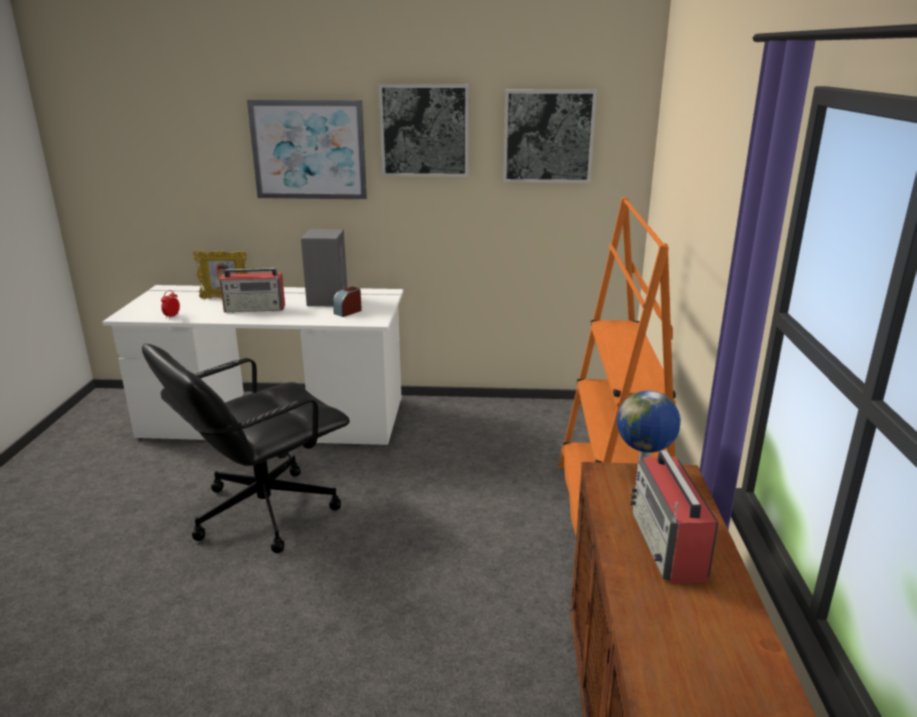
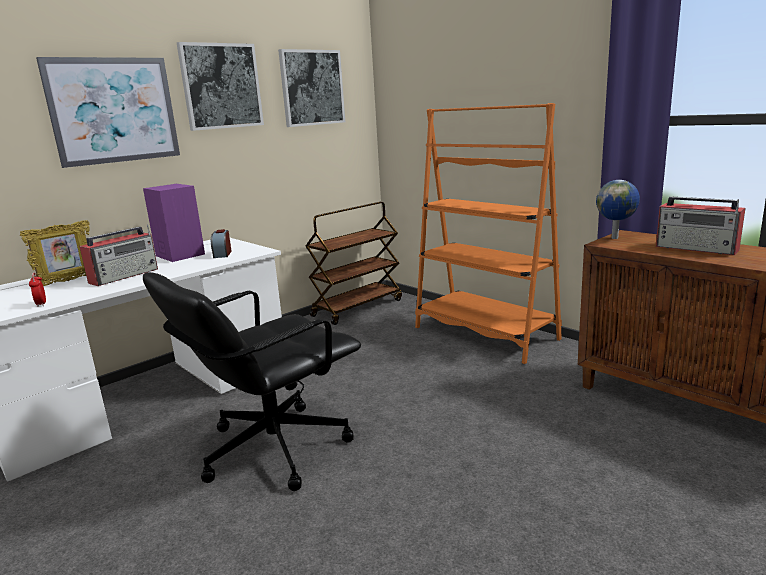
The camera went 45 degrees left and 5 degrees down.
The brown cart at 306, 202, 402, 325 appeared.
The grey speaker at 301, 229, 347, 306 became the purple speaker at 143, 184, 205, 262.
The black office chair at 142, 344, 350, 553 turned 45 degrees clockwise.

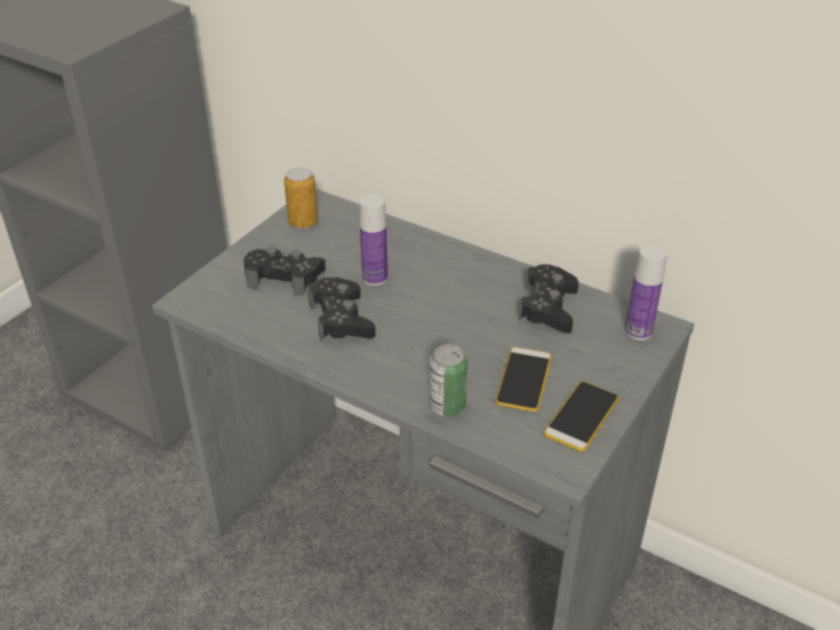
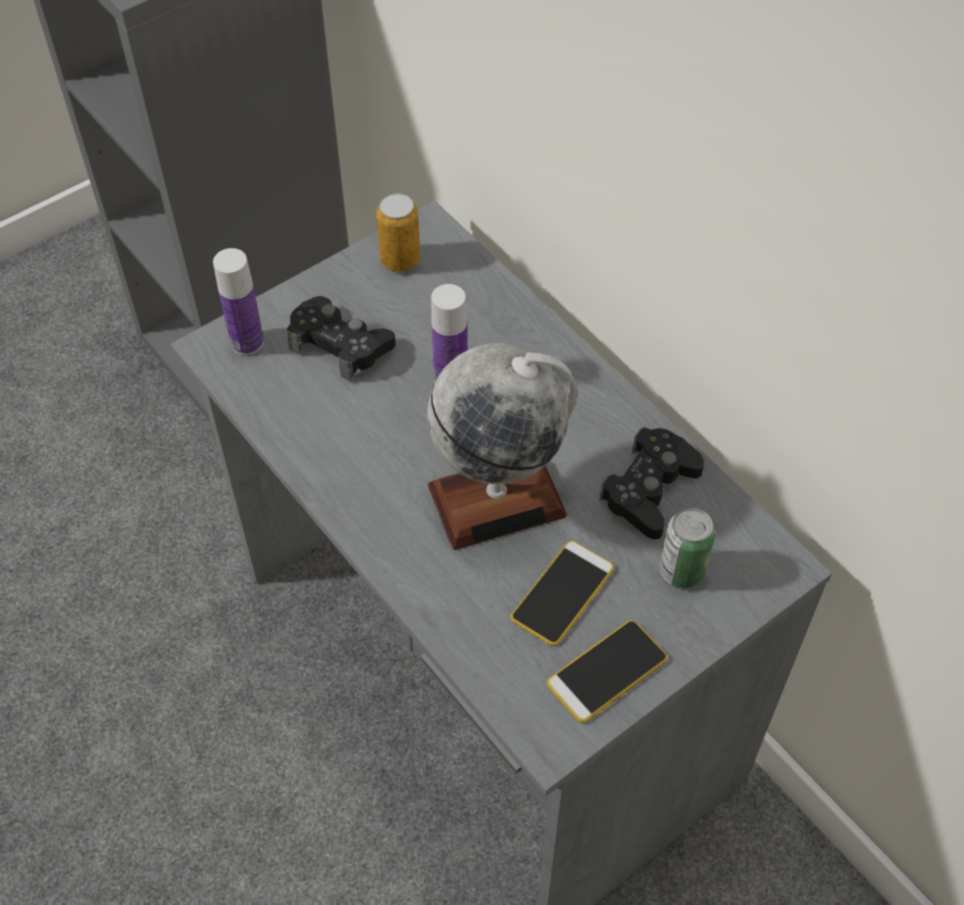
The camera went 20 degrees right and 15 degrees up.
The black game controller at 308, 277, 375, 341 disappeared.
The globe at 427, 343, 578, 550 appeared.
The can moved from 429, 344, 468, 416 to 660, 507, 716, 588.
The bottle moved from 625, 244, 667, 340 to 213, 248, 264, 355.

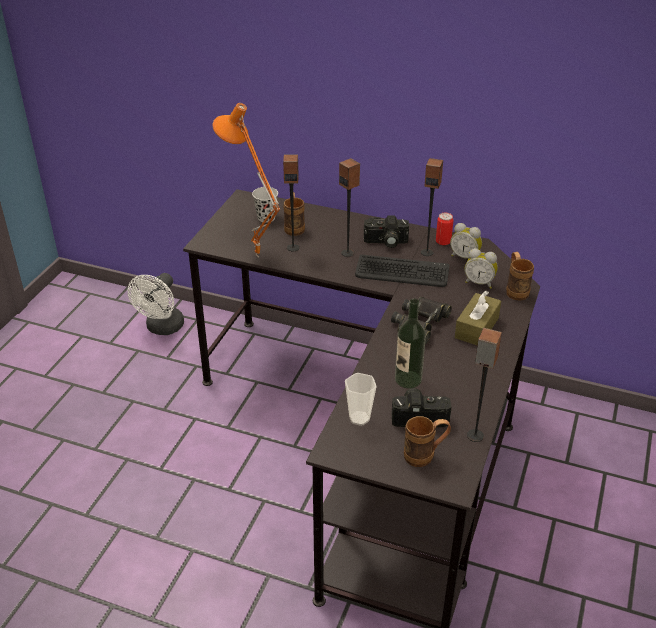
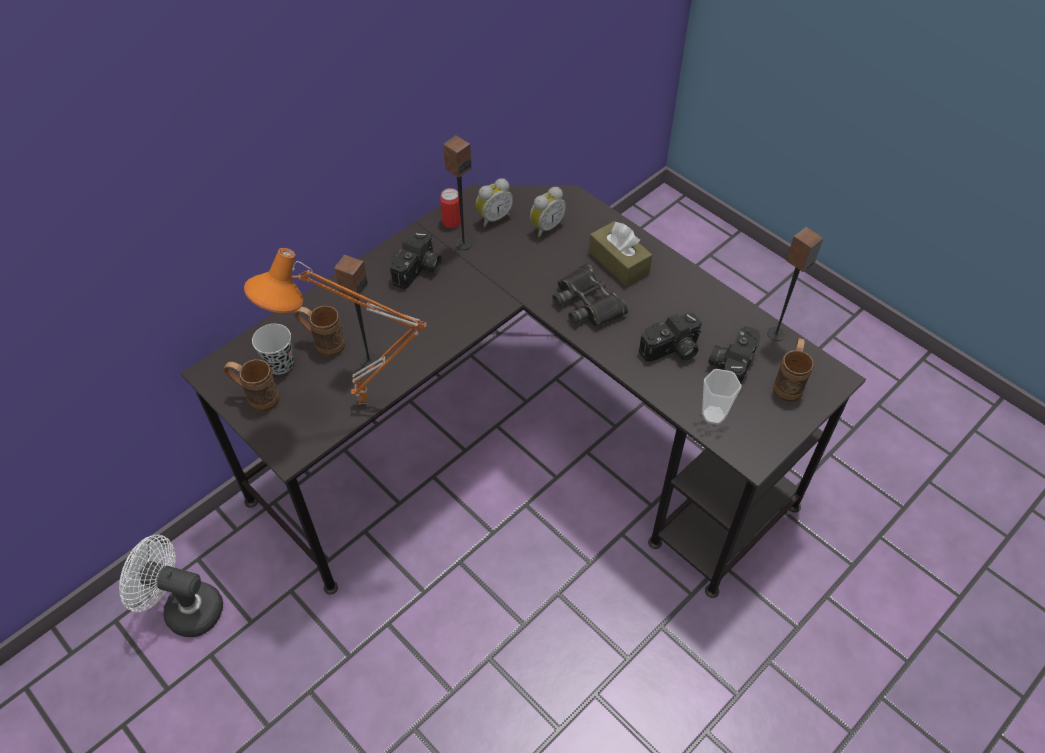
The camera went 65 degrees left and 15 degrees up.
The speaker at 339, 158, 360, 257 disappeared.
The keyboard at 355, 255, 449, 287 disappeared.
The brown mug moved from 506, 252, 534, 300 to 224, 359, 280, 412.
The bottle at 395, 298, 426, 388 was replaced by the photo camera at 639, 313, 702, 362.
The white fan at 128, 273, 184, 335 turned 150 degrees clockwise.

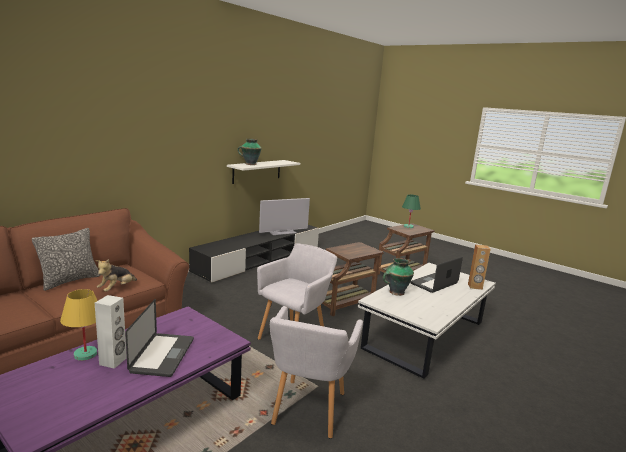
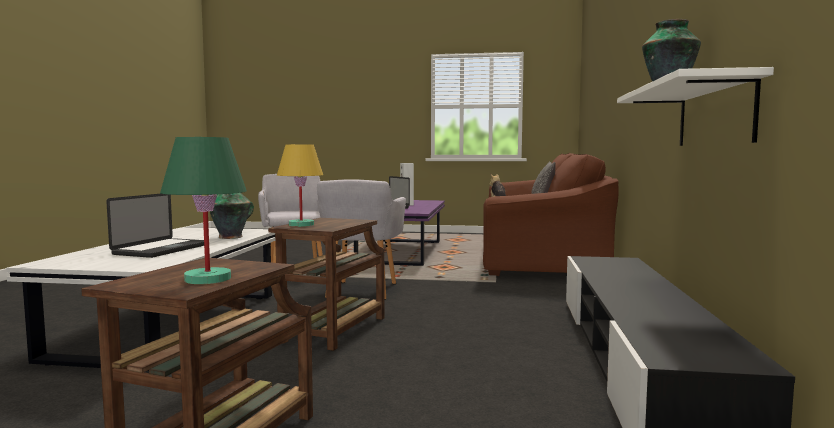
The camera went 150 degrees right and 10 degrees down.
The television at 259, 198, 310, 235 disappeared.
The brown speaker at 468, 244, 491, 290 disappeared.
The yellow table lamp moved from 60, 289, 98, 361 to 277, 144, 323, 227.

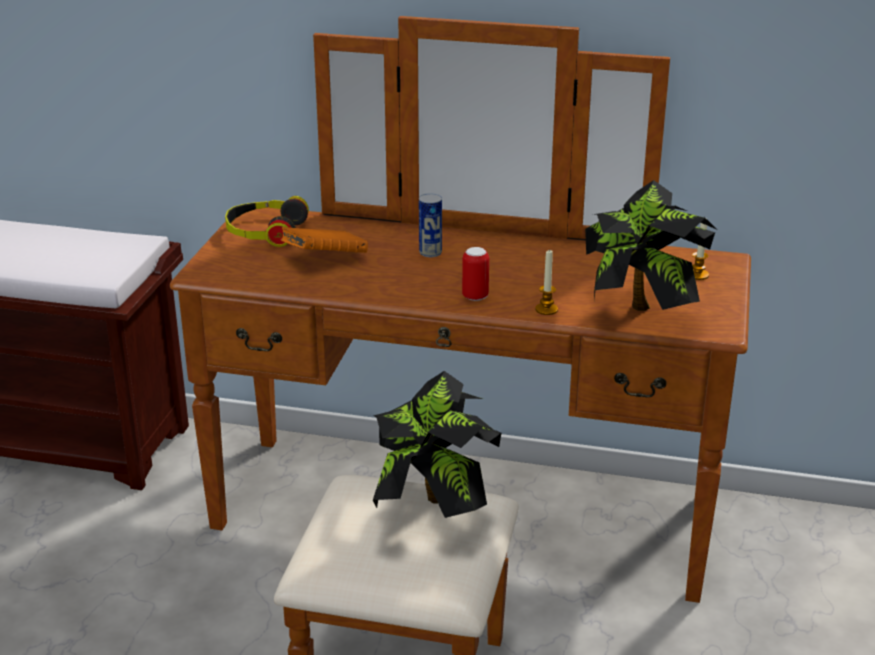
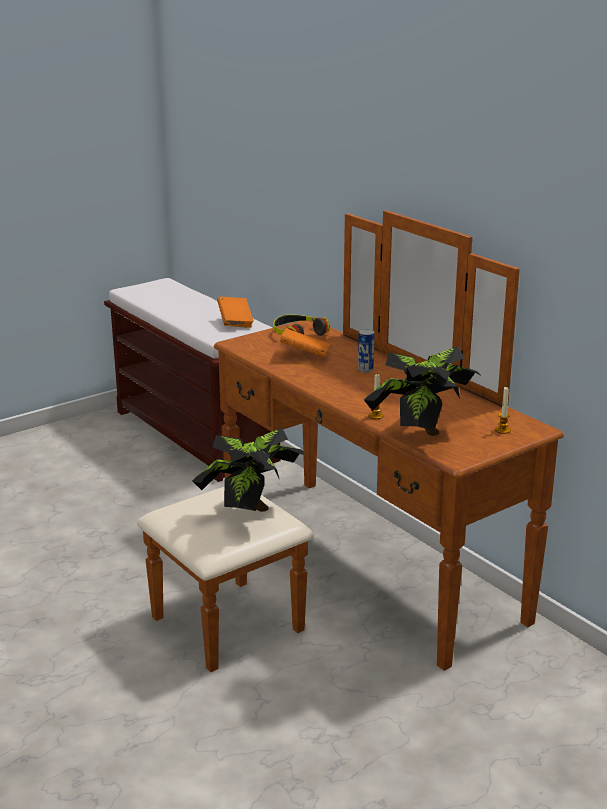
The camera went 40 degrees right and 5 degrees down.
The can at 462, 247, 489, 301 disappeared.
The orange book at 217, 297, 254, 328 appeared.

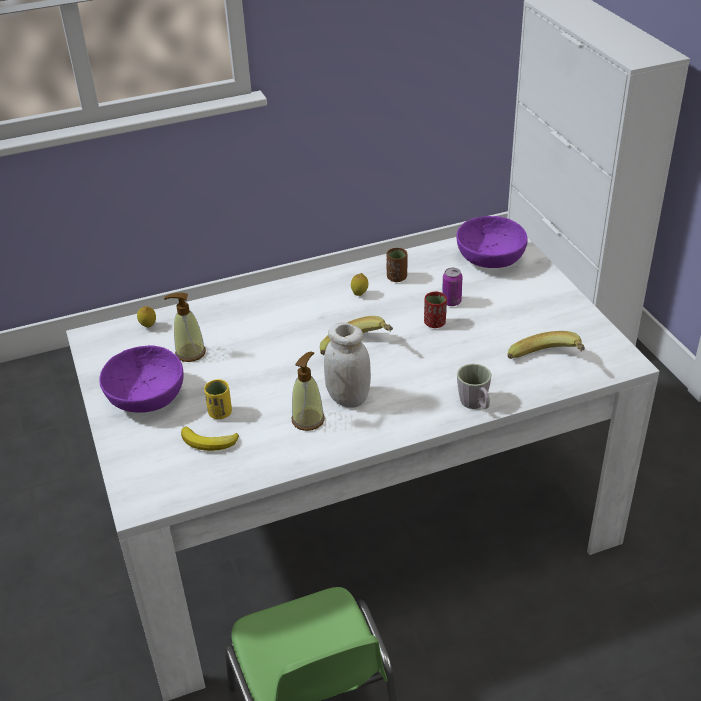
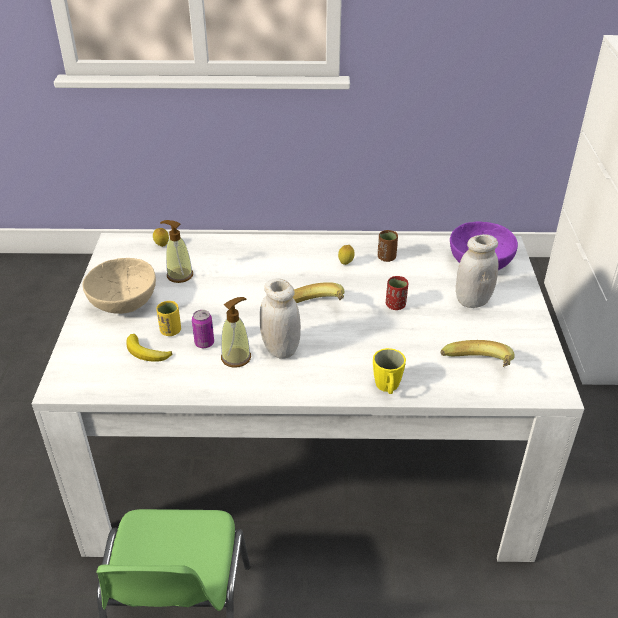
The camera went 20 degrees right and 0 degrees up.
The white jar at 456, 234, 499, 308 appeared.
The can moved from 442, 268, 462, 306 to 192, 310, 214, 348.
The purple bowl at 100, 345, 184, 413 became the beige bowl at 83, 258, 156, 314.
The grey mug at 457, 364, 492, 409 became the yellow mug at 373, 348, 406, 394.

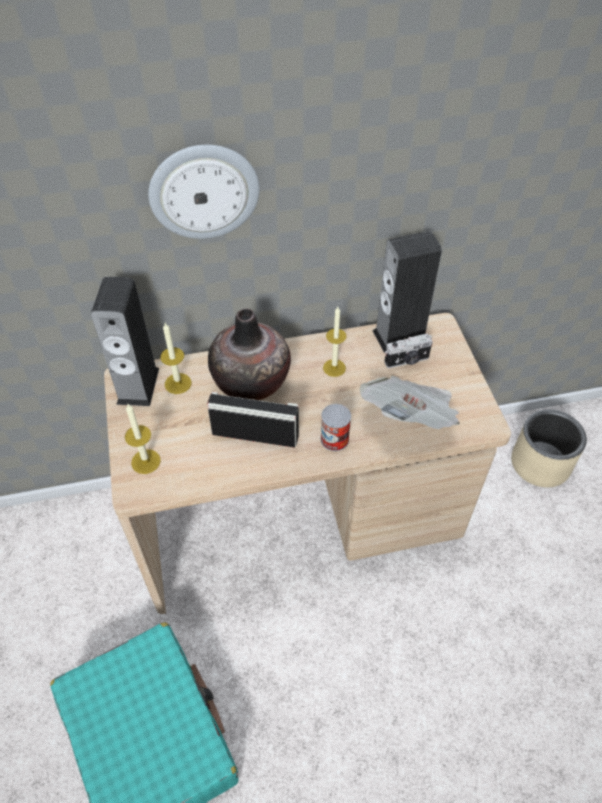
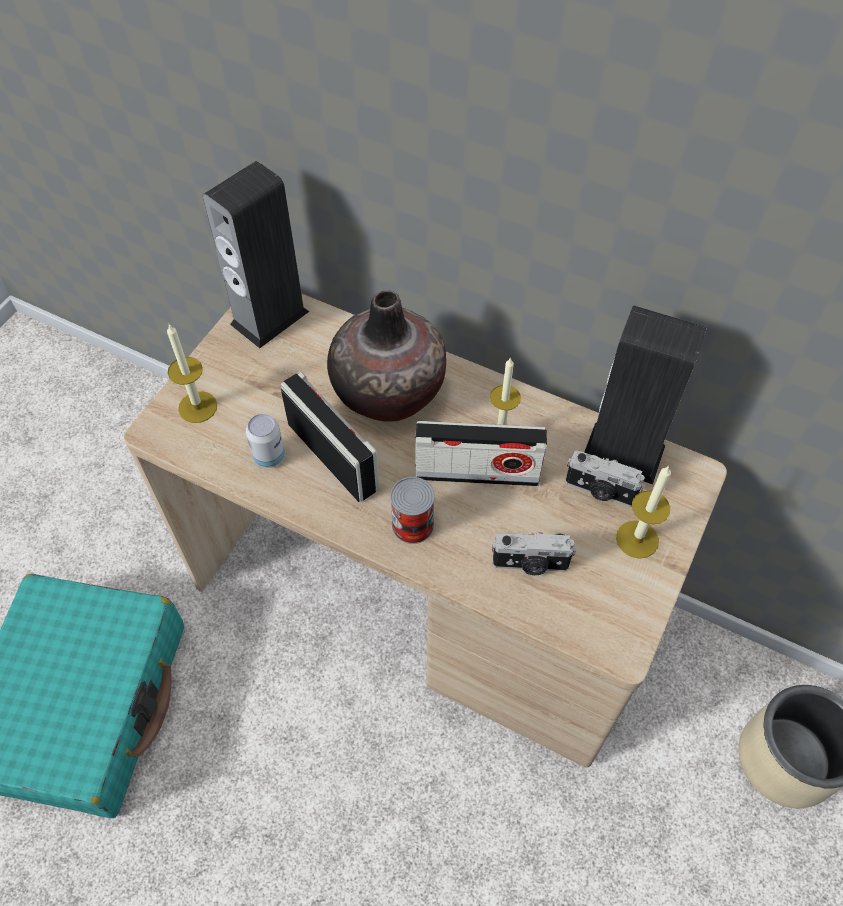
The camera went 40 degrees right and 5 degrees up.
The wall clock at 148, 145, 260, 239 disappeared.
The can at 246, 414, 285, 468 appeared.
The radio at 415, 421, 547, 486 appeared.
The candle moved from 160, 323, 191, 394 to 616, 465, 671, 559.
The newspaper at 359, 376, 460, 429 was replaced by the photo camera at 492, 532, 576, 575.

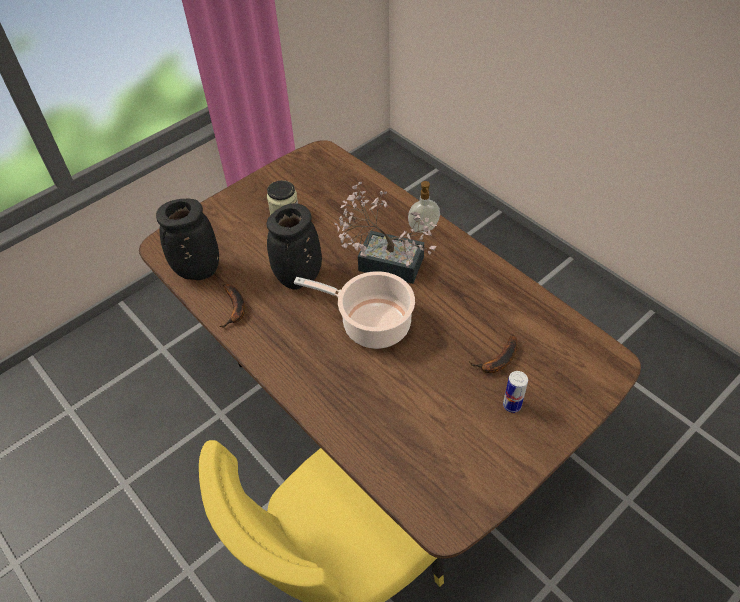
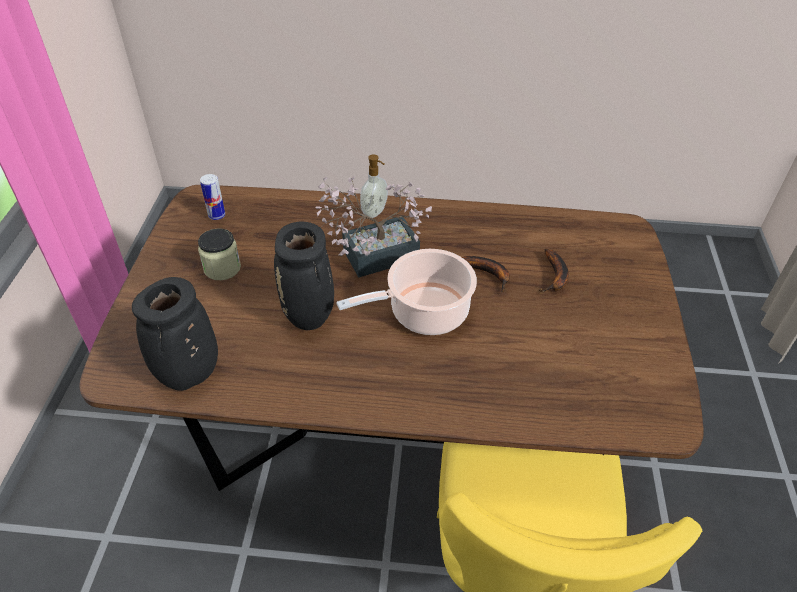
The camera went 45 degrees left and 5 degrees down.
The banana moved from 219, 284, 245, 328 to 462, 256, 510, 292.
The can moved from 503, 371, 528, 413 to 200, 174, 225, 220.

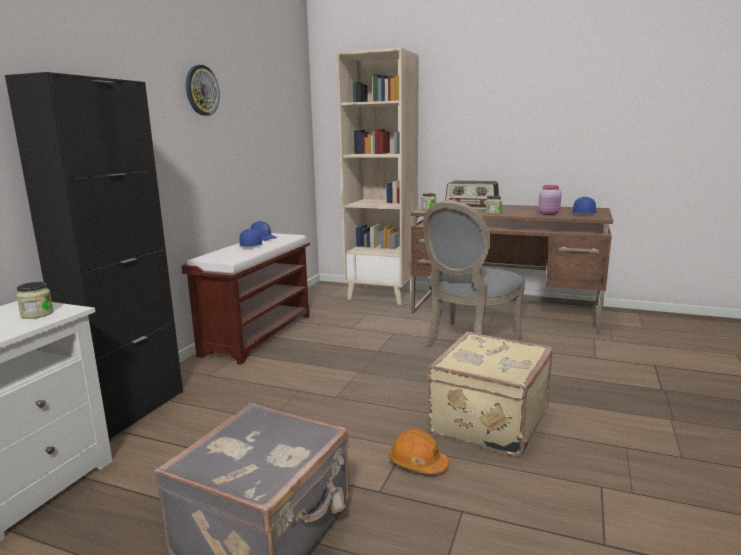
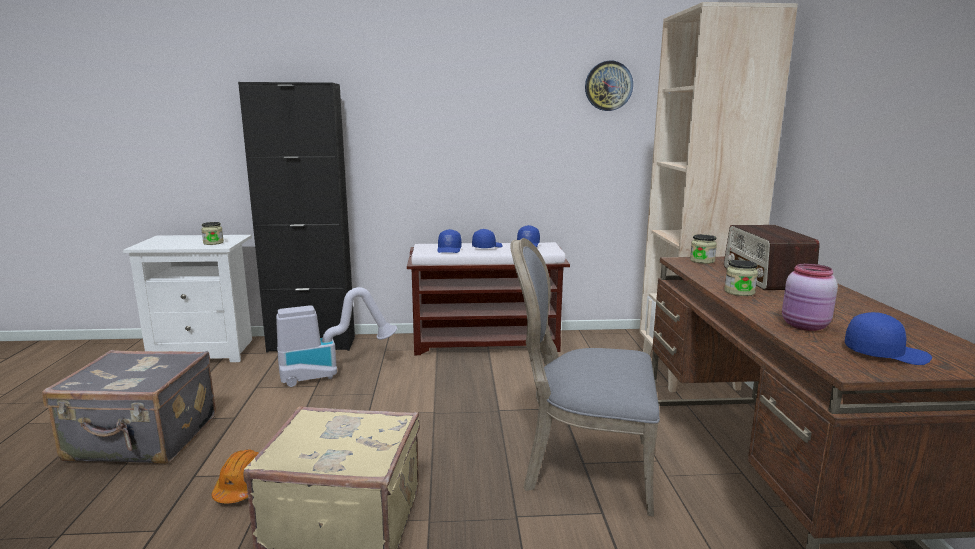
The camera went 65 degrees right and 0 degrees up.
The vacuum cleaner at 276, 287, 397, 387 appeared.
The blue cap at 437, 229, 462, 253 appeared.
The wall clock moved from 186, 65, 220, 116 to 585, 61, 633, 111.

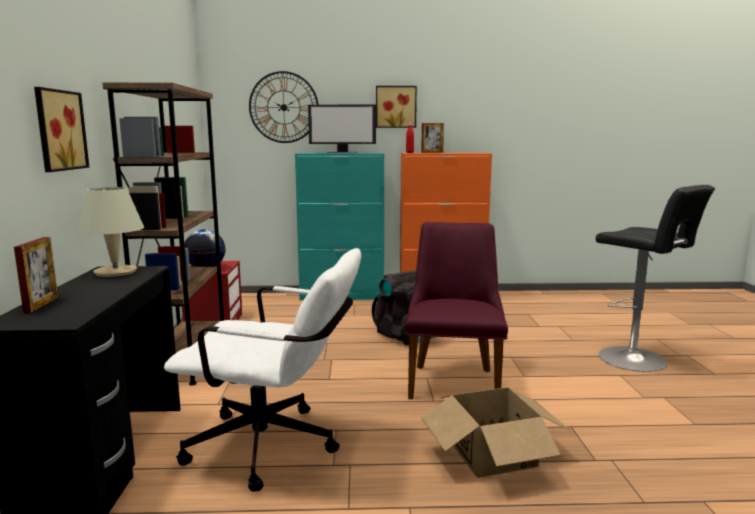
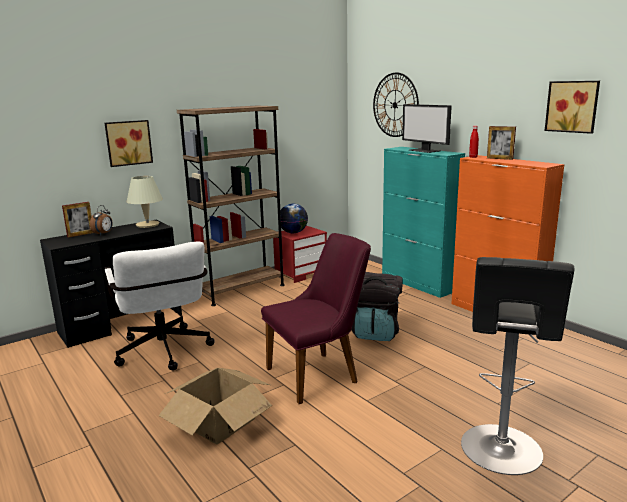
The camera went 55 degrees right and 5 degrees up.
The alarm clock at 90, 205, 113, 236 appeared.
The picture moved from 376, 86, 417, 128 to 545, 81, 600, 134.

